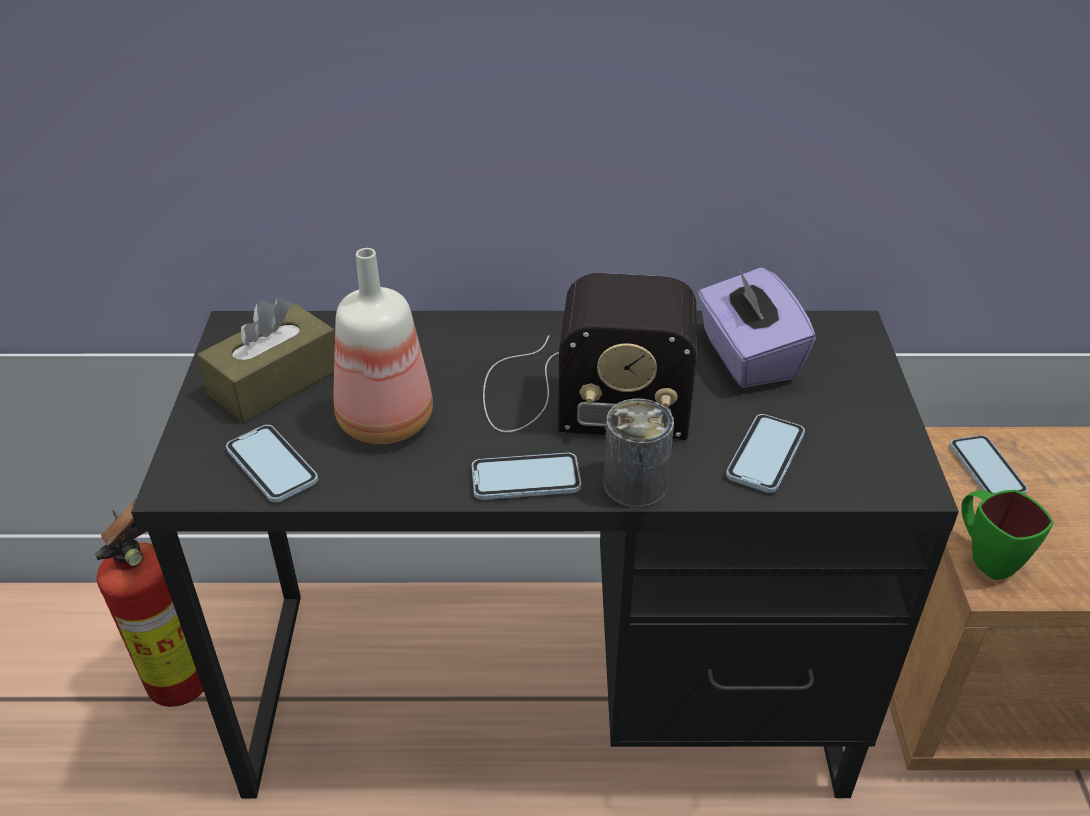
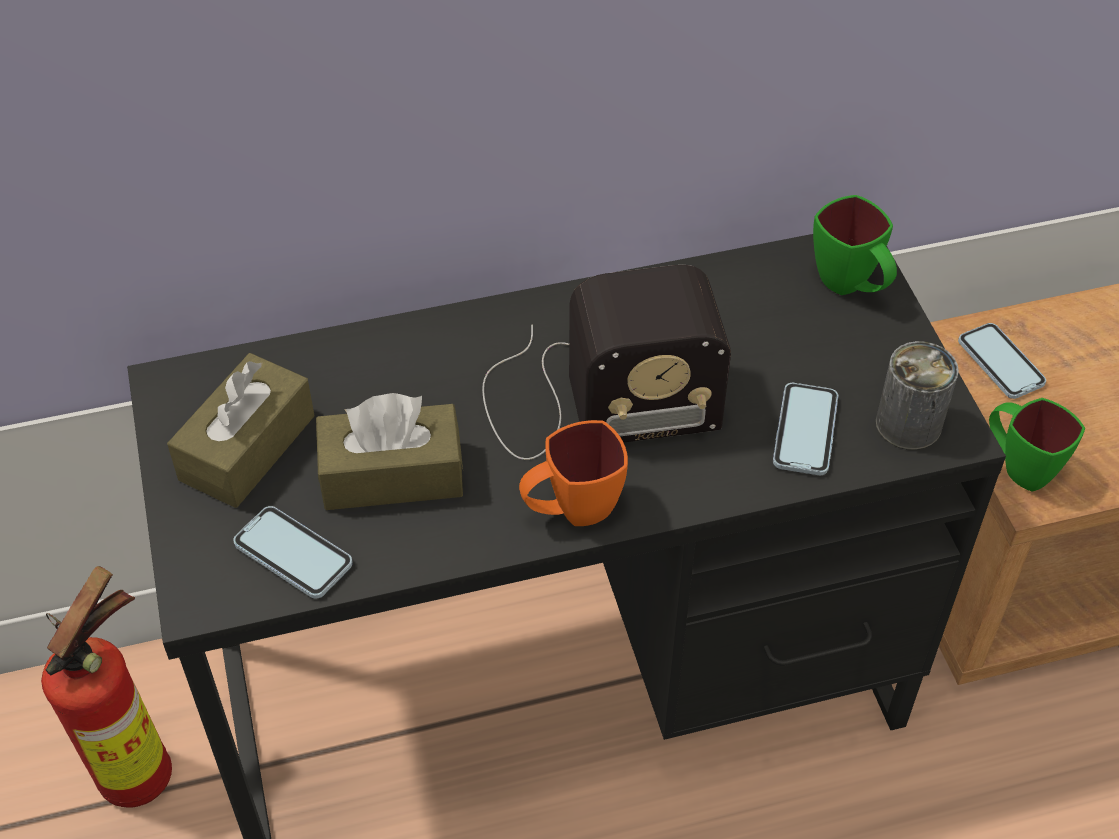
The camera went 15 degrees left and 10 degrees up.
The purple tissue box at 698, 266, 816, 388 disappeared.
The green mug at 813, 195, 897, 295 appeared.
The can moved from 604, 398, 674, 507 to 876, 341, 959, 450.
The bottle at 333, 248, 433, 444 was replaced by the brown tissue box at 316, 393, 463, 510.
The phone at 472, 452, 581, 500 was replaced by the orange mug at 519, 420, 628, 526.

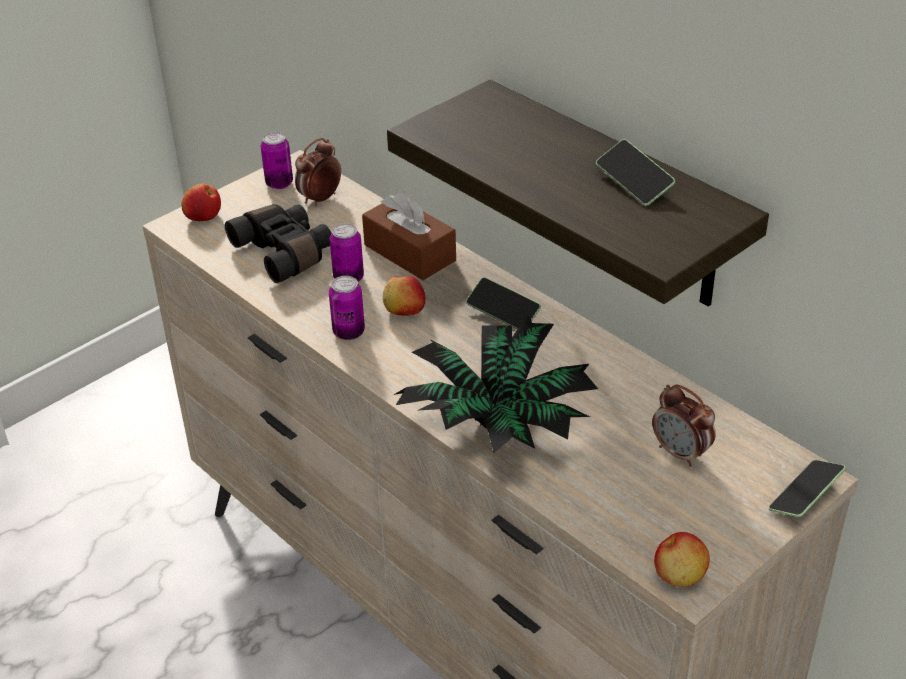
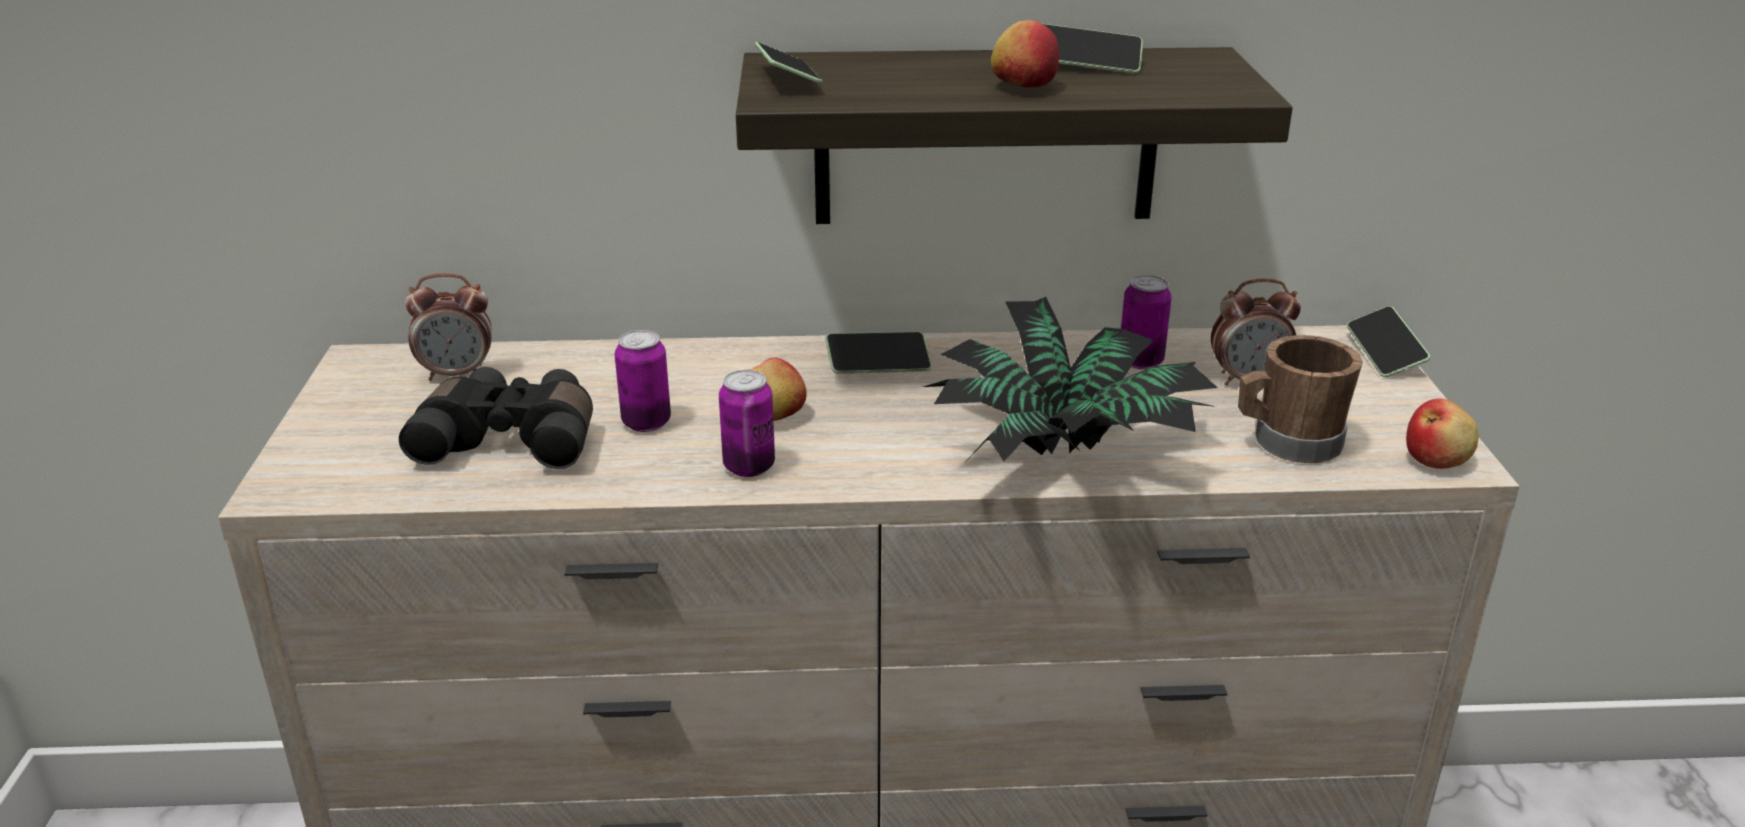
The camera went 50 degrees left and 10 degrees down.
The brown tissue box at 362, 191, 456, 280 disappeared.
The phone at 755, 42, 822, 83 appeared.
The brown mug at 1238, 335, 1363, 463 appeared.
The apple moved from 181, 183, 221, 221 to 991, 20, 1059, 88.
The can moved from 261, 132, 293, 189 to 1121, 275, 1172, 370.
The alarm clock at 295, 138, 341, 206 turned 90 degrees counterclockwise.

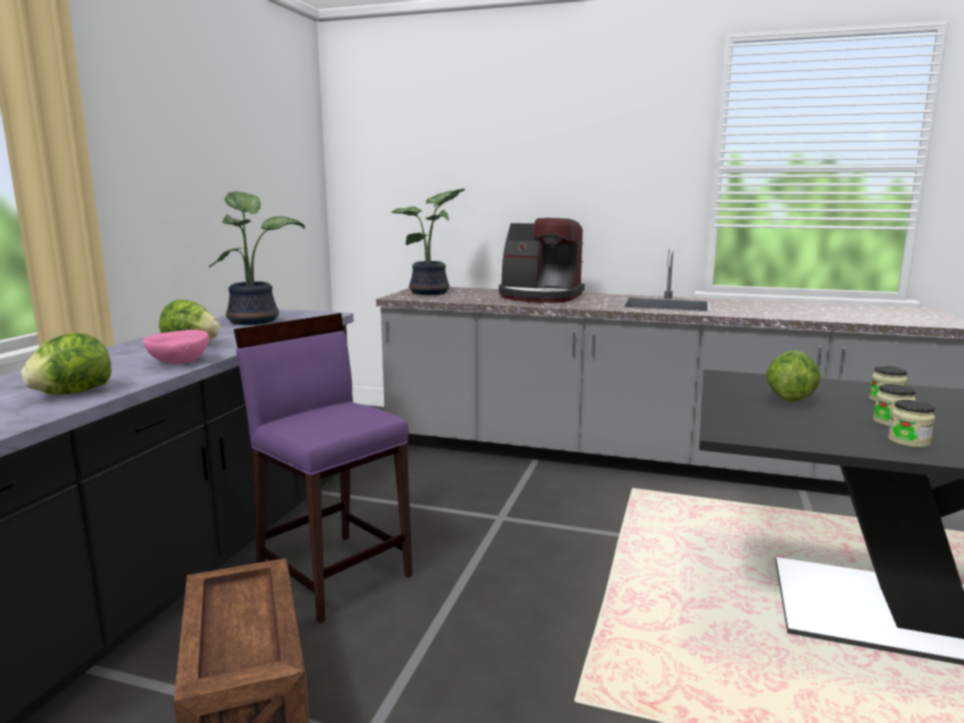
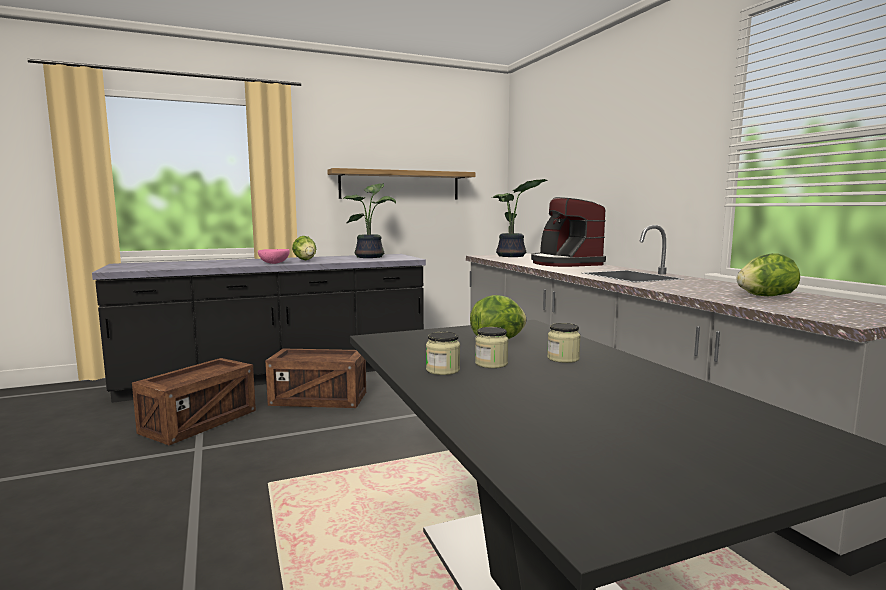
The camera went 50 degrees right and 5 degrees down.
The shelf at 327, 168, 476, 199 appeared.
The lettuce moved from 21, 333, 112, 395 to 736, 253, 800, 296.
The purple stool at 234, 313, 412, 623 was replaced by the crate at 265, 349, 366, 408.

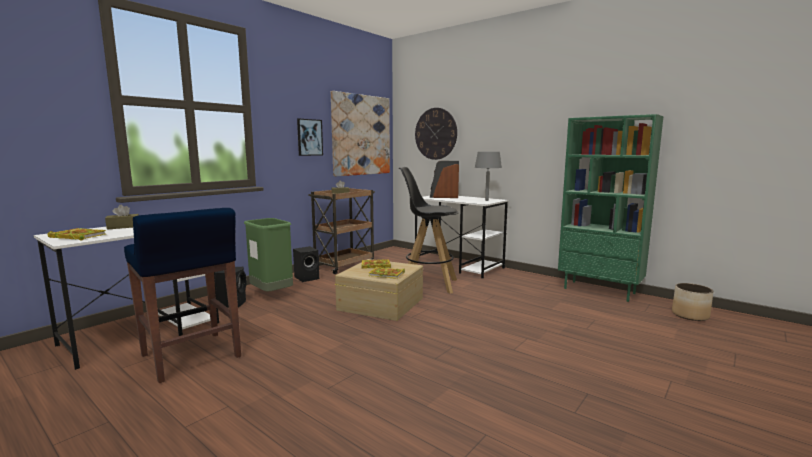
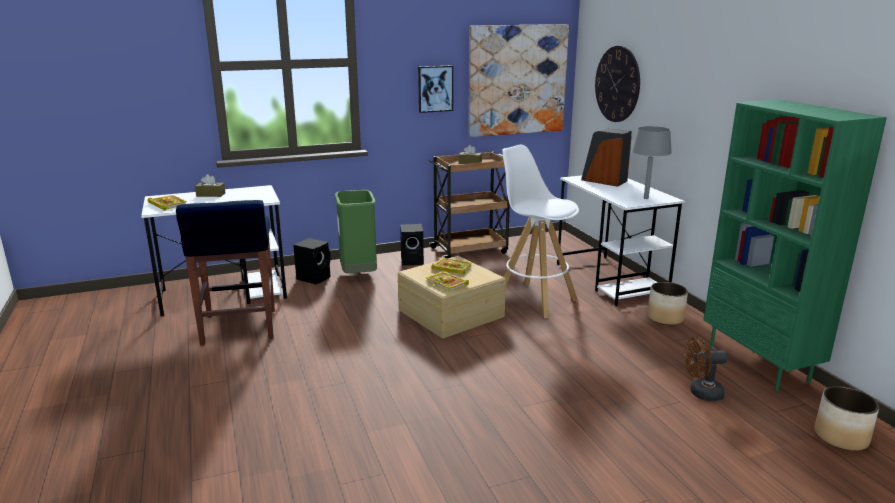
The camera went 30 degrees right and 10 degrees up.
The planter at 647, 282, 688, 325 appeared.
The brown fan at 684, 337, 728, 401 appeared.
The black stool at 399, 167, 459, 294 became the white stool at 503, 145, 579, 318.

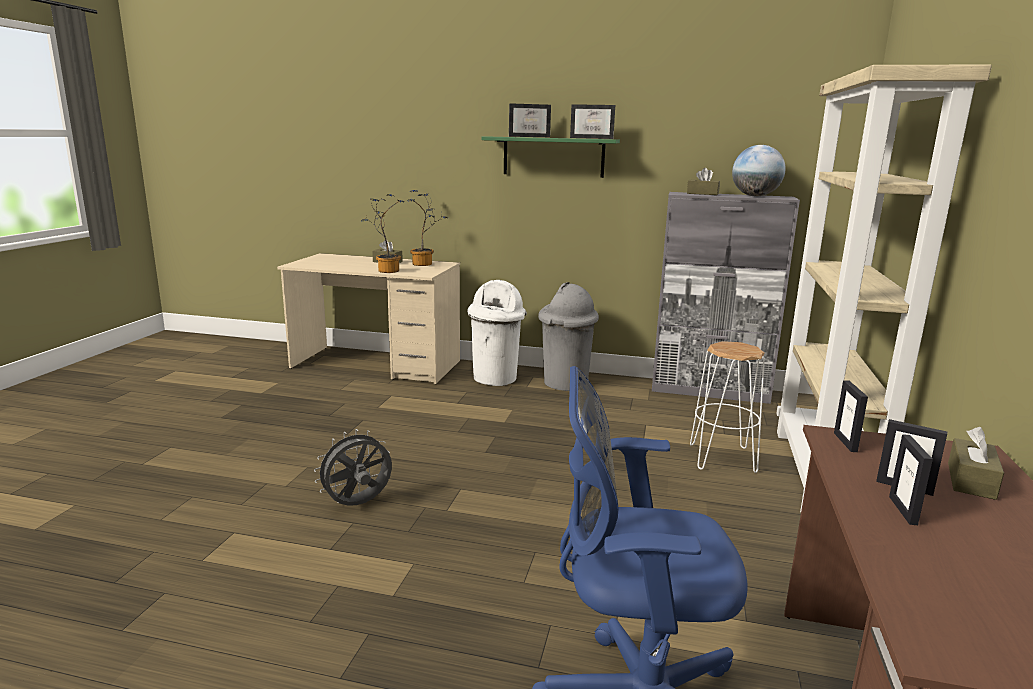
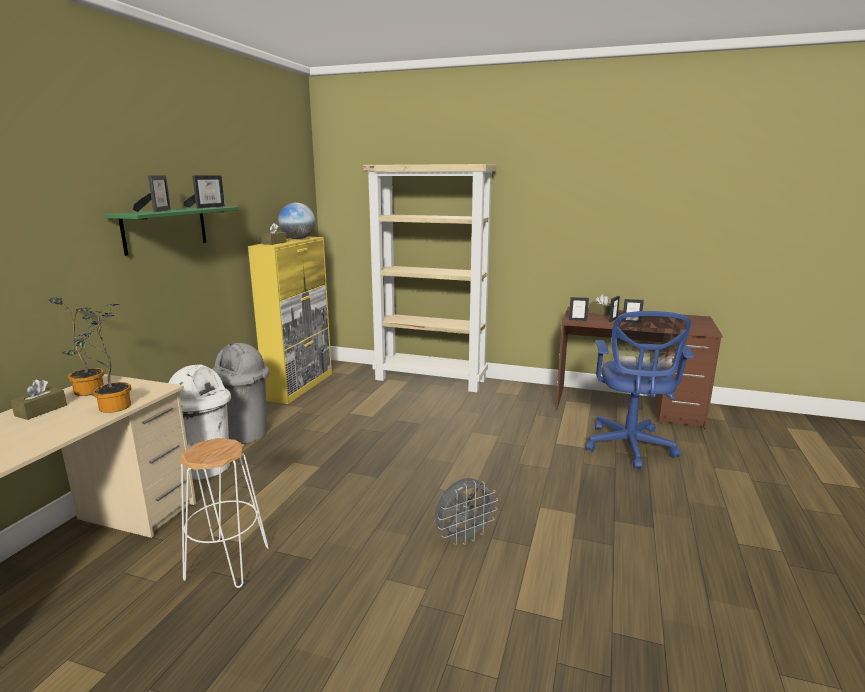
The camera went 85 degrees left and 0 degrees up.
The white stool moved from 690, 341, 765, 473 to 179, 438, 269, 588.
The grey cabinet at 652, 192, 800, 404 became the yellow cabinet at 248, 237, 332, 404.
The grey fan at 314, 429, 392, 506 turned 90 degrees counterclockwise.

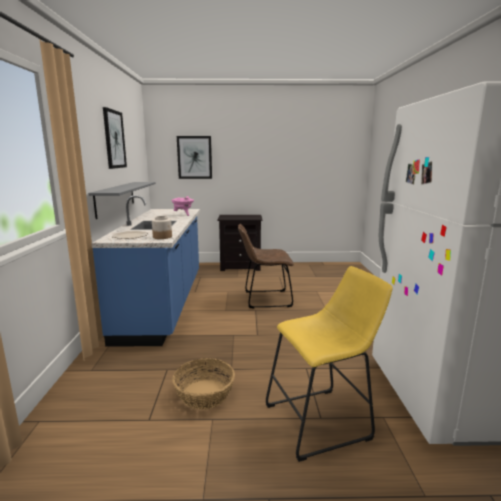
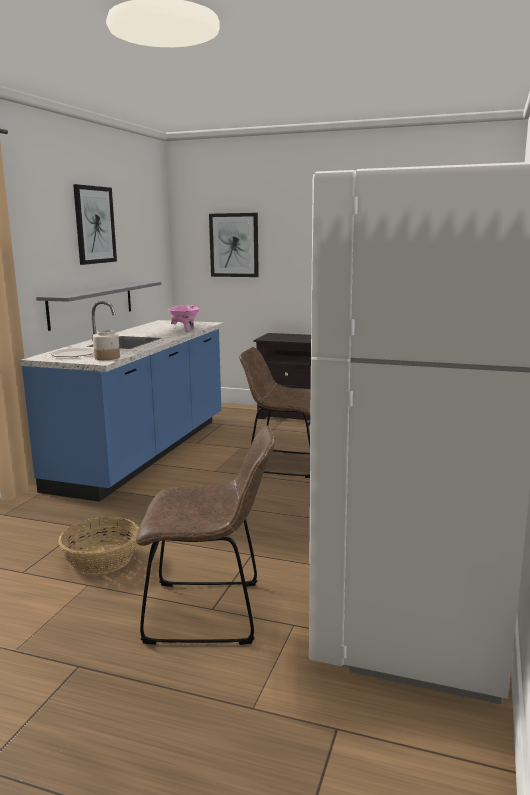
The camera went 20 degrees right and 0 degrees up.
The yellow stool at 266, 266, 393, 462 was replaced by the brown chair at 136, 426, 275, 645.

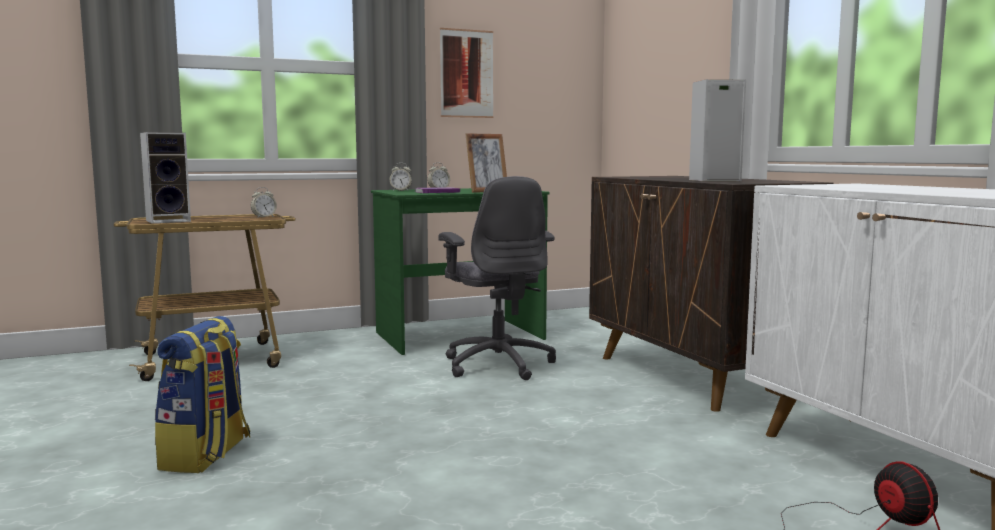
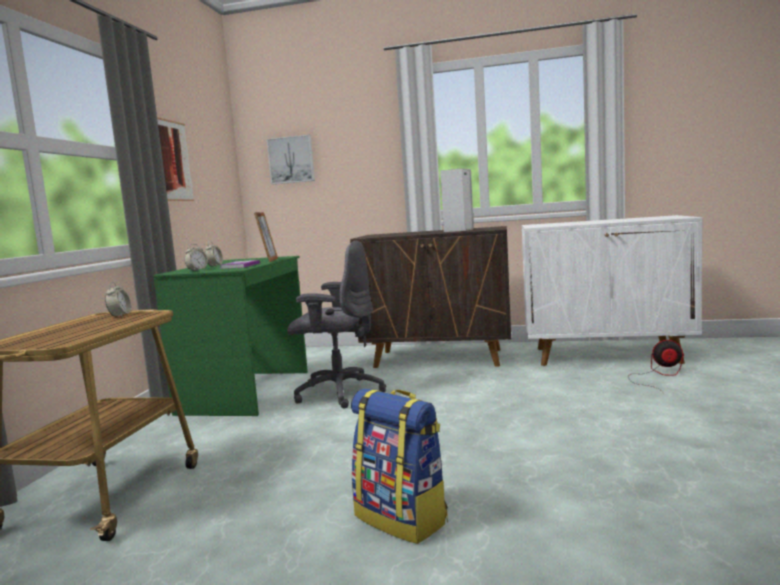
The camera went 55 degrees left and 0 degrees up.
The speaker at 140, 132, 191, 223 disappeared.
The picture at 267, 135, 315, 184 appeared.

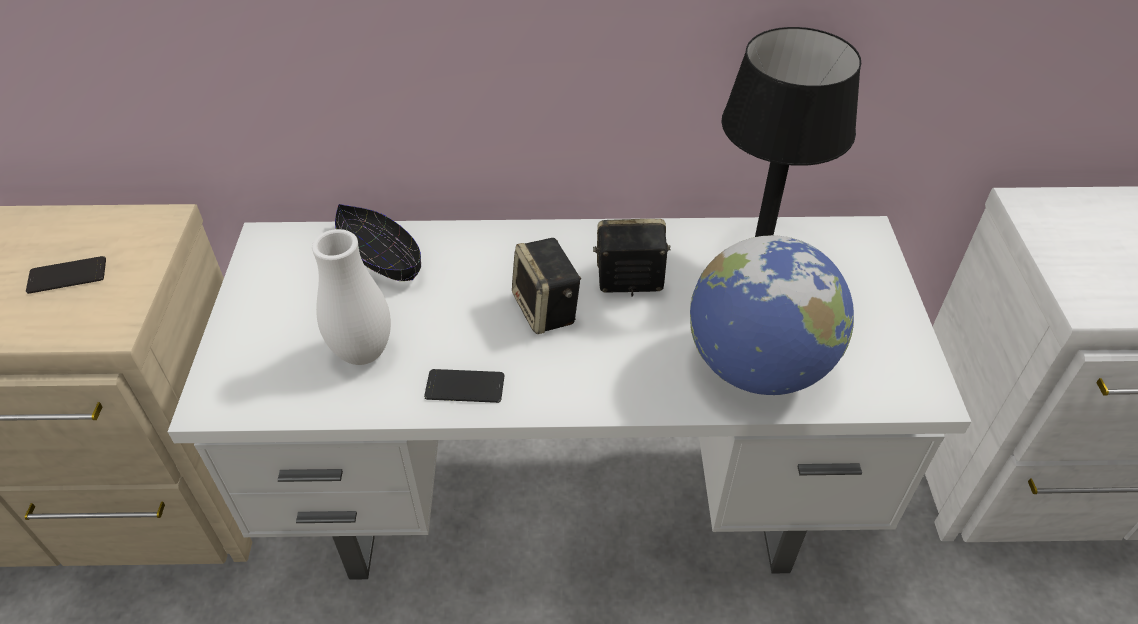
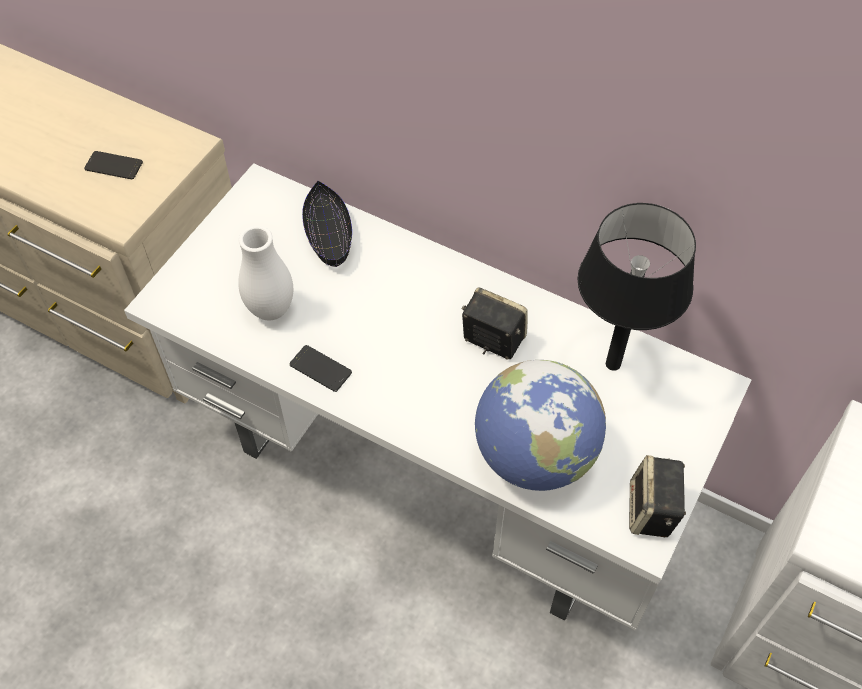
The camera went 30 degrees right and 10 degrees up.
The speaker moved from 512, 238, 581, 334 to 629, 455, 686, 537.

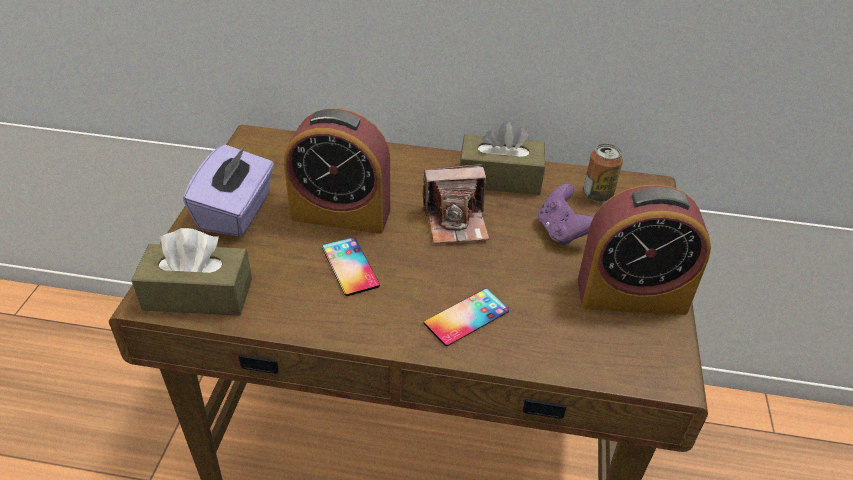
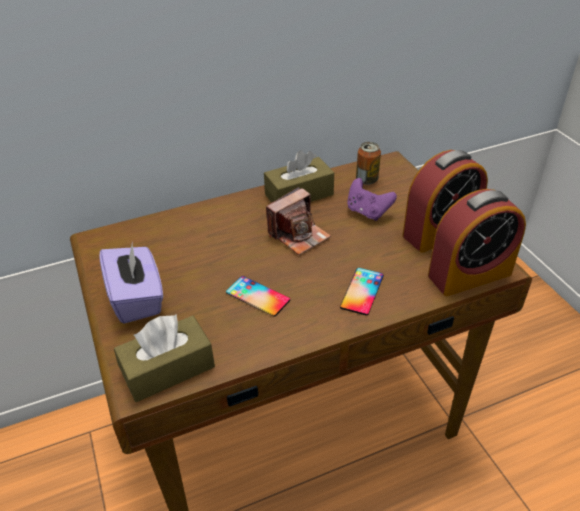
The camera went 30 degrees left and 0 degrees up.
The alarm clock moved from 284, 108, 390, 234 to 428, 189, 526, 296.

